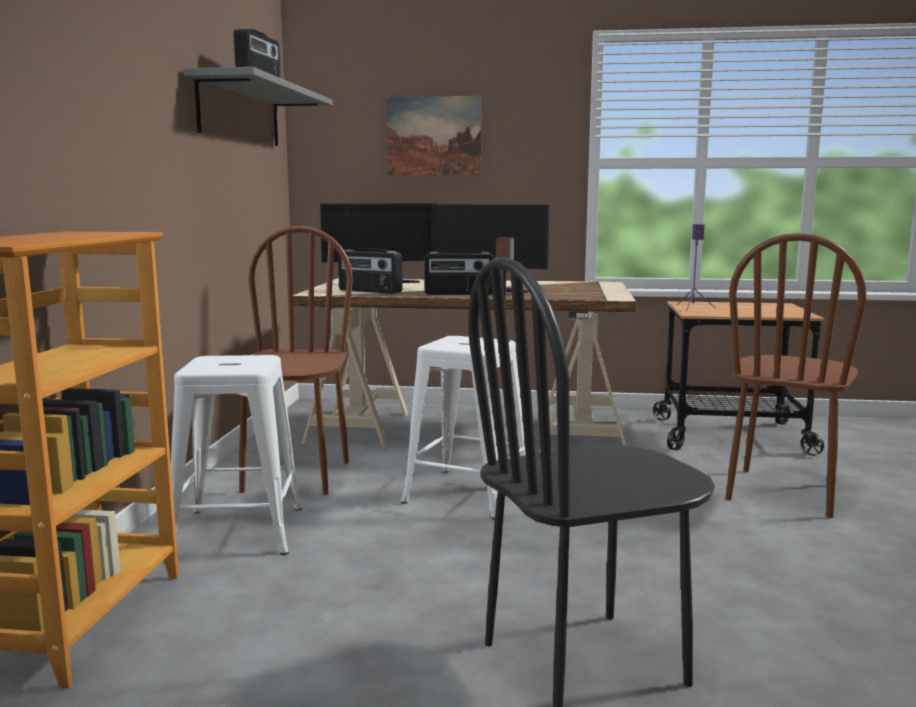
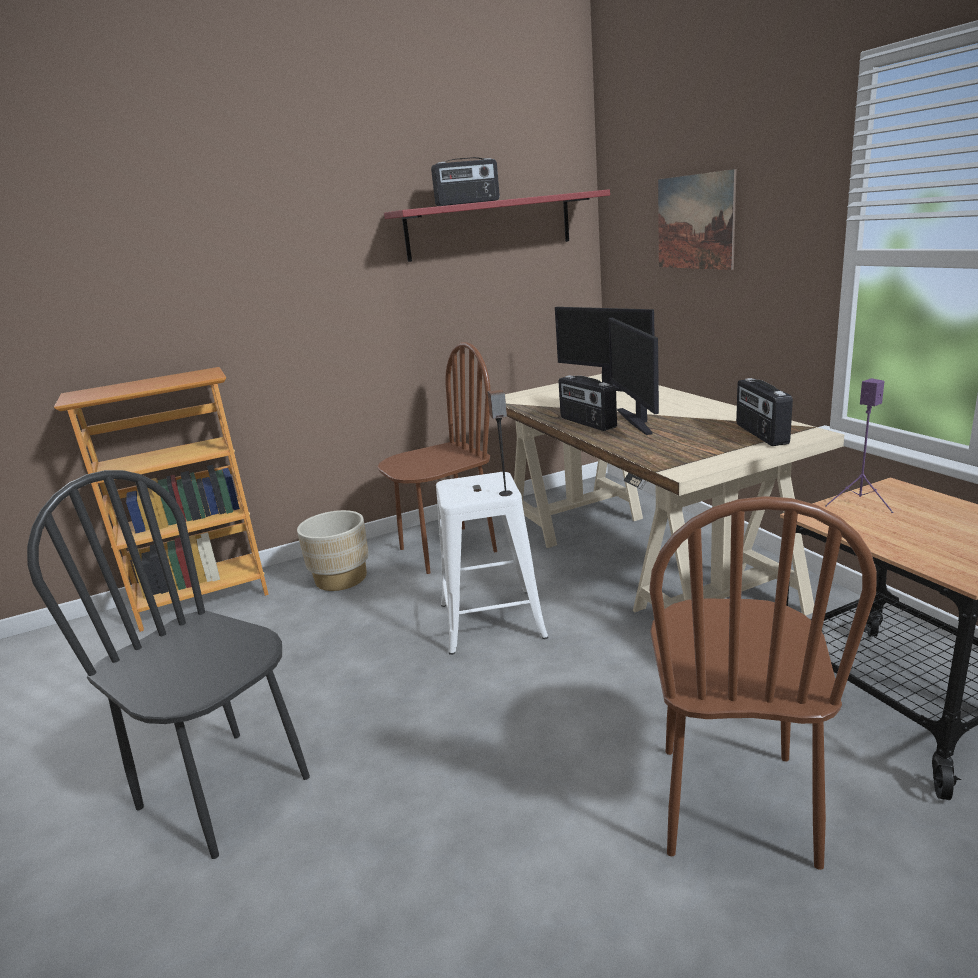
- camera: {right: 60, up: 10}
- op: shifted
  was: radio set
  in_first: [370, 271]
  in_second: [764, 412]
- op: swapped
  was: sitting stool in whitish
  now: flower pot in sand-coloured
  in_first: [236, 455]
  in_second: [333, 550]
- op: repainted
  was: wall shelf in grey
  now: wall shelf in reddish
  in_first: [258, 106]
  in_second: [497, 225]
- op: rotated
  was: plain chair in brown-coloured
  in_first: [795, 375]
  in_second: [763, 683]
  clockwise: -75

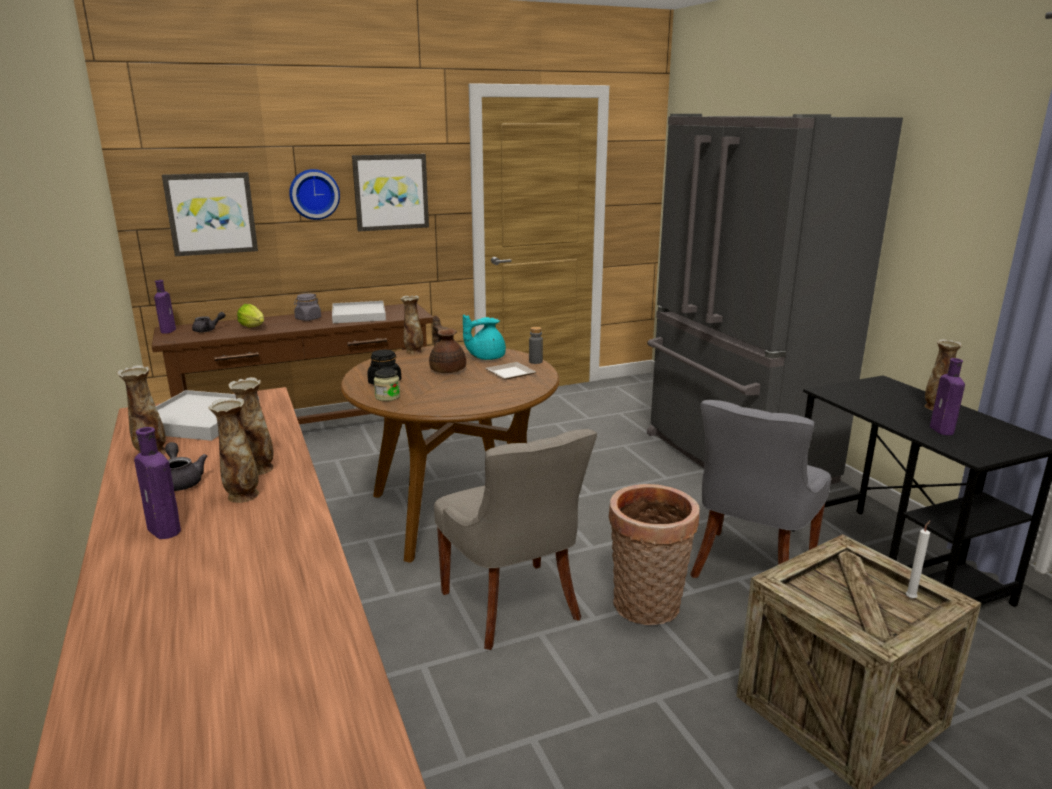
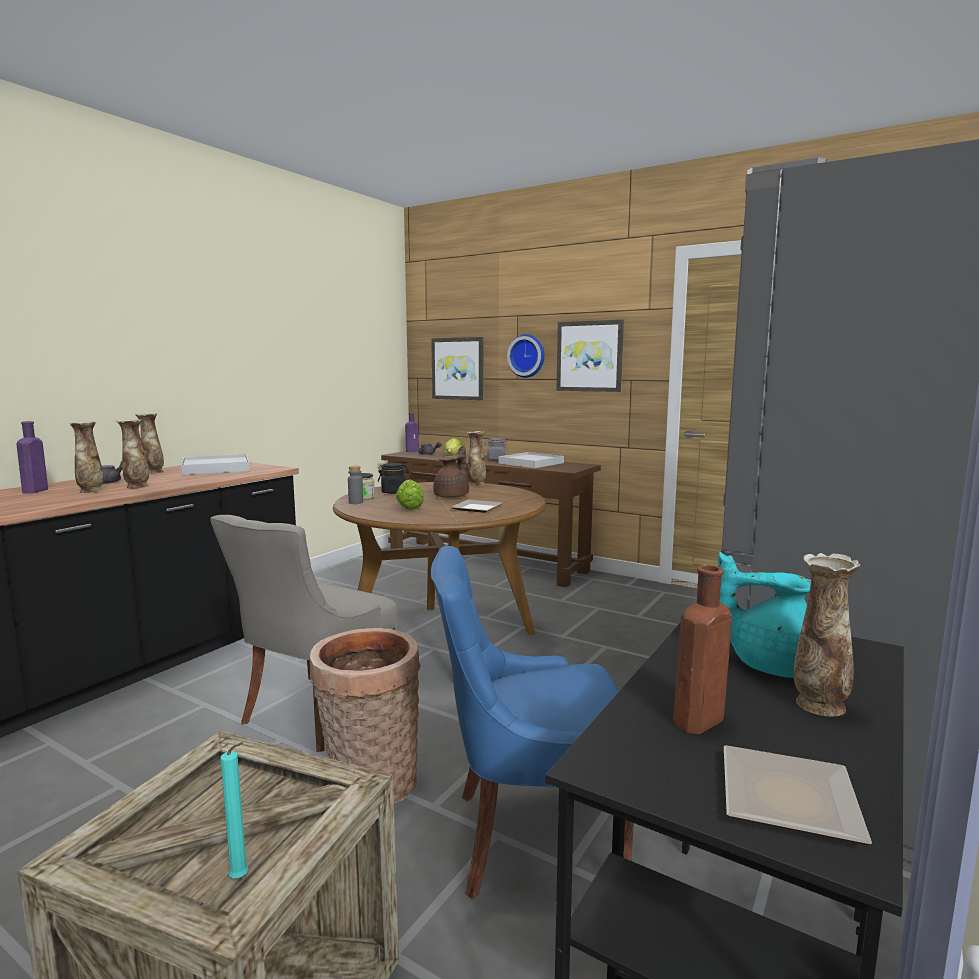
- camera: {right: 55, up: -10}
- op: new
  now: lettuce
  in_second: [410, 495]
- op: new
  now: plate
  in_second: [798, 795]
- op: shifted
  was: teapot in turquoise-coloured
  in_first: [484, 337]
  in_second: [764, 615]
- op: shifted
  was: drink bottle in grey
  in_first: [536, 345]
  in_second: [355, 485]
- op: repainted
  was: plain chair in grey
  now: plain chair in bluish
  in_first: [760, 489]
  in_second: [532, 722]
- op: repainted
  was: wax candle in whitish
  now: wax candle in turquoise-coloured
  in_first: [918, 559]
  in_second: [234, 810]
- op: repainted
  was: drink bottle in purple-coloured
  now: drink bottle in brown-coloured
  in_first: [947, 396]
  in_second: [702, 649]

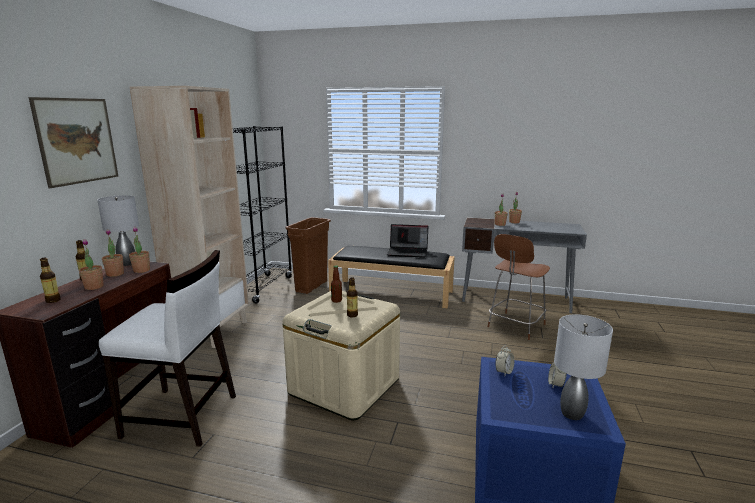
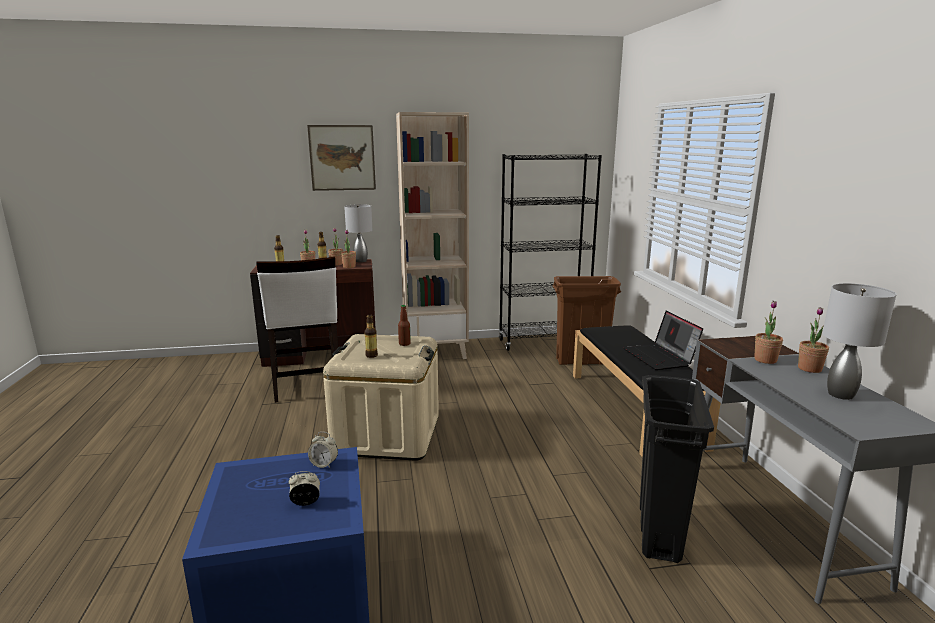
- camera: {right: 65, up: 0}
- op: shifted
  was: table lamp in grey
  in_first: [583, 367]
  in_second: [859, 341]
- op: swapped
  was: plain chair in brown-coloured
  now: waste bin in black-coloured
  in_first: [518, 287]
  in_second: [677, 469]

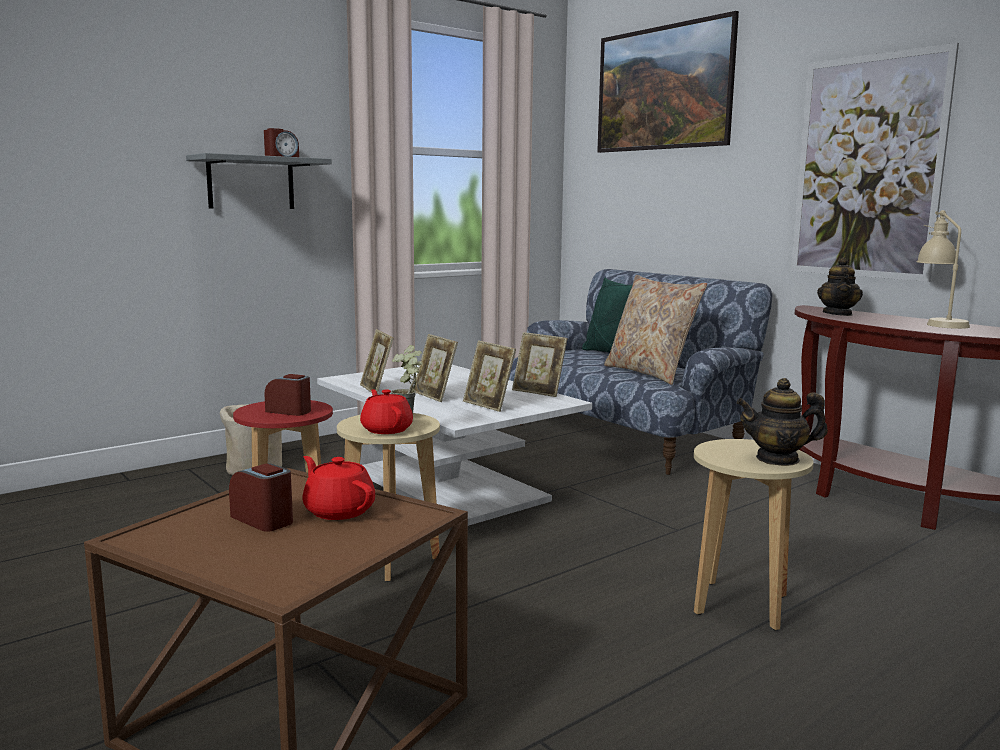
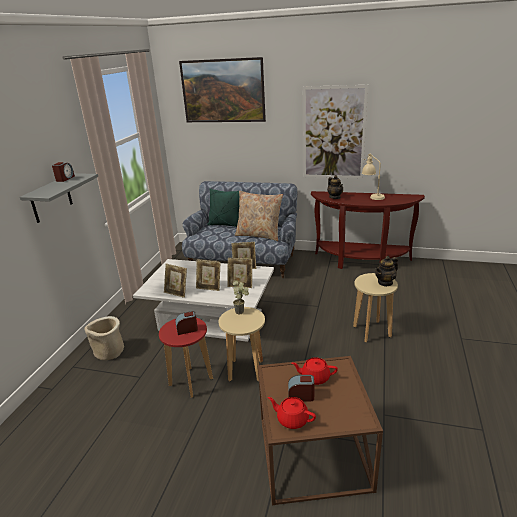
- camera: {right: -35, up: 15}
- op: shifted
  was: teapot in reddish
  in_first: [386, 411]
  in_second: [292, 413]

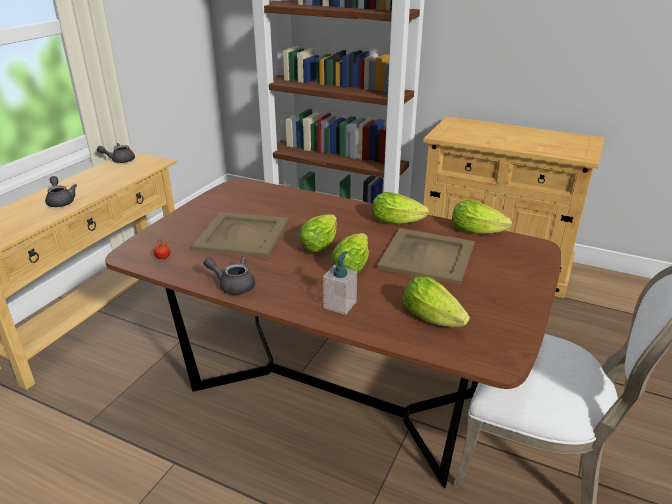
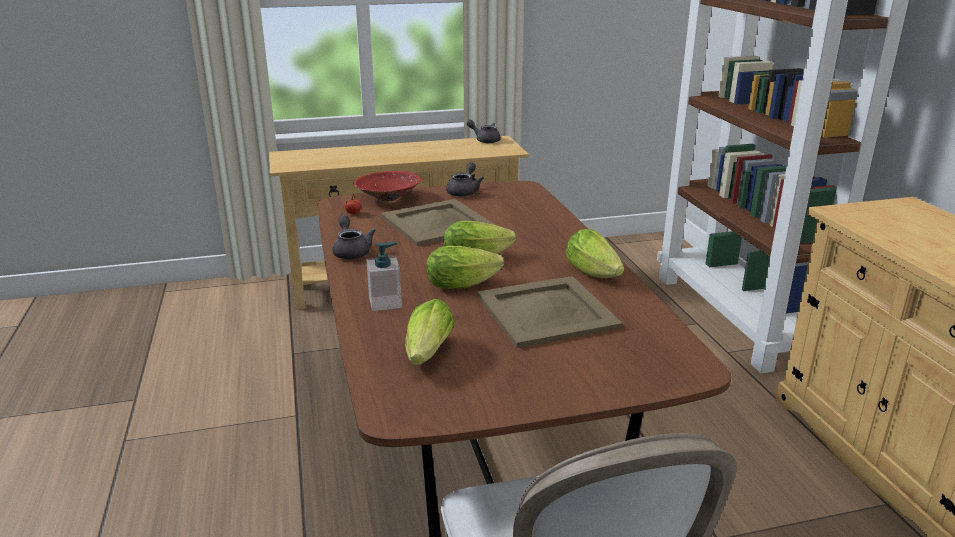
- camera: {right: 50, up: -5}
- op: gone
  was: lettuce
  in_first: [482, 217]
- op: new
  now: bowl in reddish
  in_second: [387, 186]
- op: shifted
  was: teapot in grey
  in_first: [61, 191]
  in_second: [465, 179]

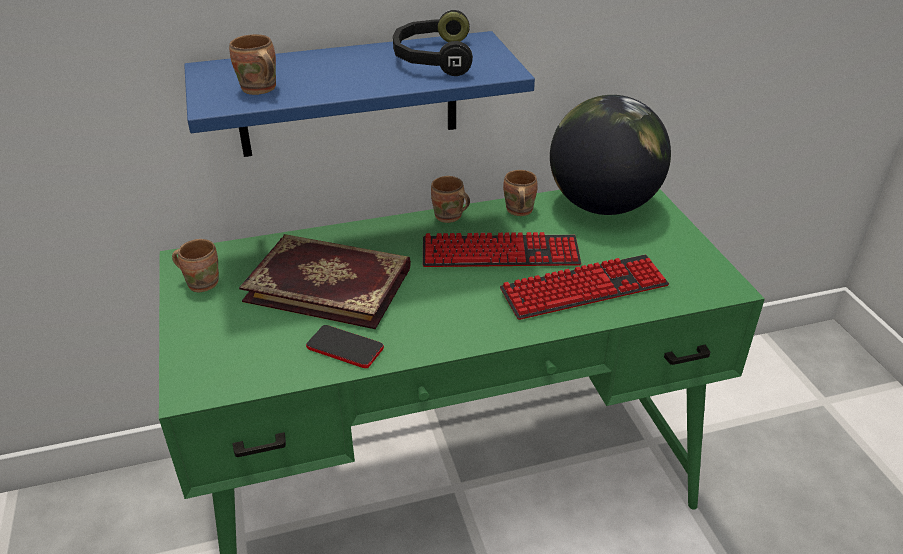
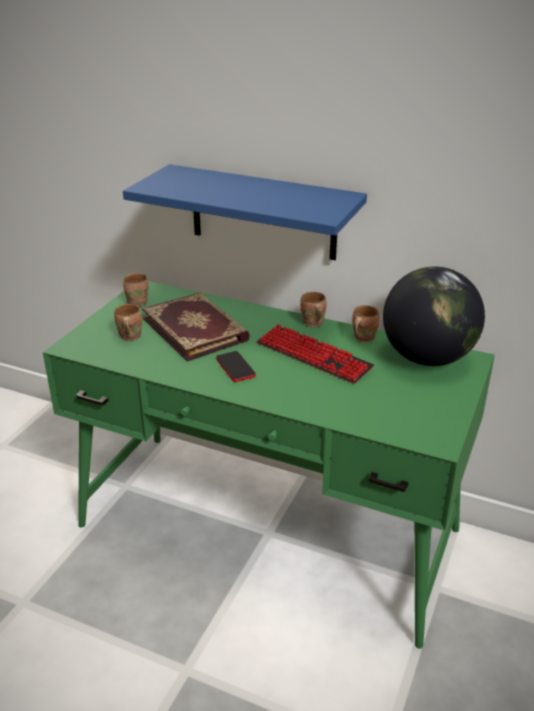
- camera: {right: 40, up: -5}
- op: gone
  was: headphones in black-coloured
  in_first: [433, 43]
- op: gone
  was: keyboard
  in_first: [584, 287]
- op: shifted
  was: tea mug in brown-coloured
  in_first: [252, 64]
  in_second: [128, 322]
- op: shifted
  was: phone
  in_first: [345, 346]
  in_second: [236, 366]

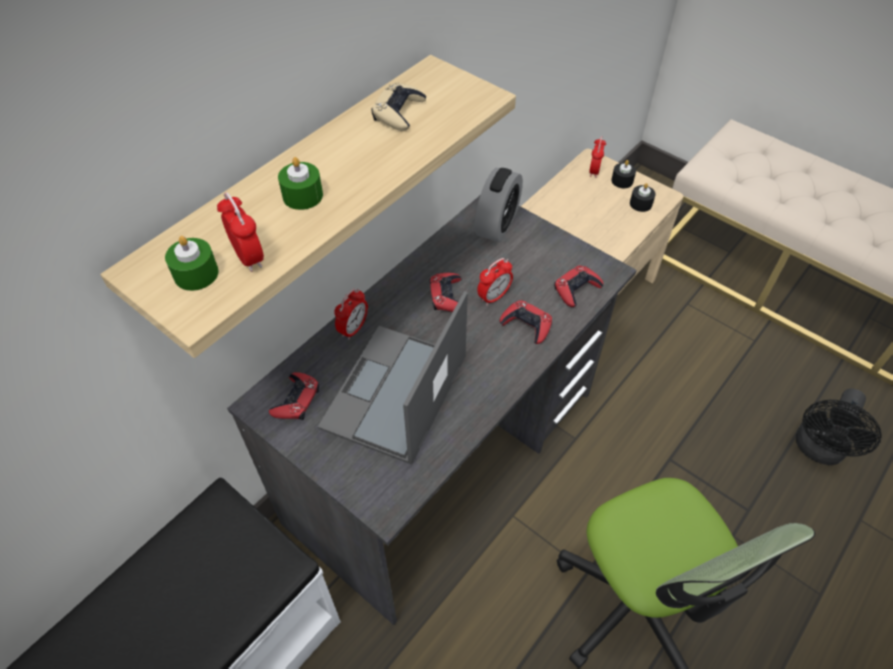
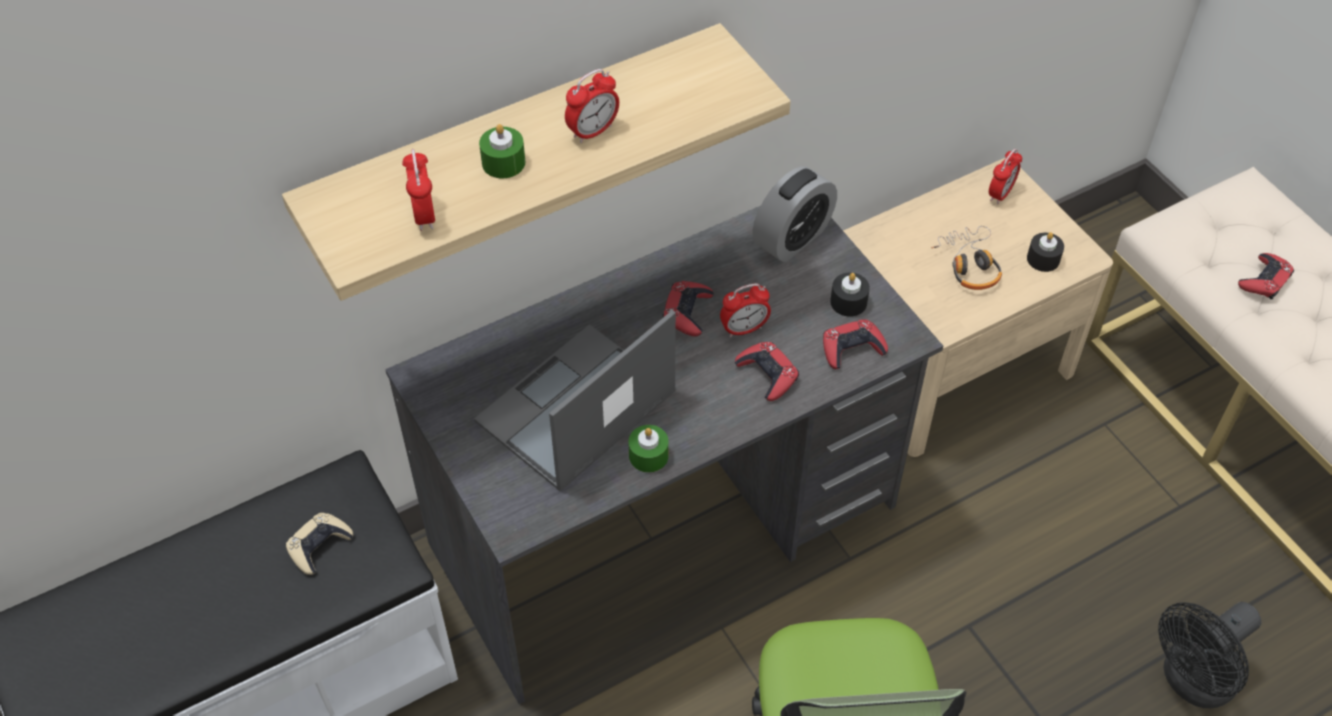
- camera: {right: 20, up: 0}
- op: new
  now: headphones
  in_second: [966, 258]
- op: shifted
  was: wax candle in green
  in_first: [192, 263]
  in_second: [648, 449]
- op: shifted
  was: gamepad in reddish
  in_first: [294, 396]
  in_second: [1266, 276]
- op: shifted
  was: bedside clock
  in_first: [351, 314]
  in_second: [592, 106]
- op: shifted
  was: gamepad in sand-coloured
  in_first: [398, 106]
  in_second: [319, 544]
- op: shifted
  was: wax candle in black-coloured
  in_first: [623, 174]
  in_second: [850, 295]

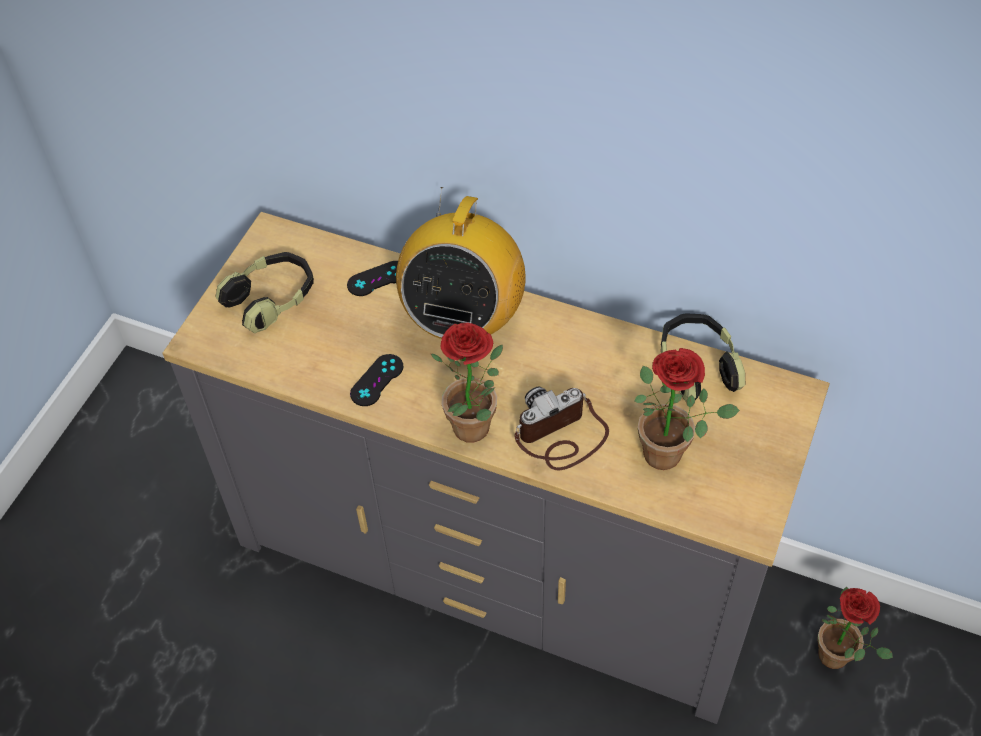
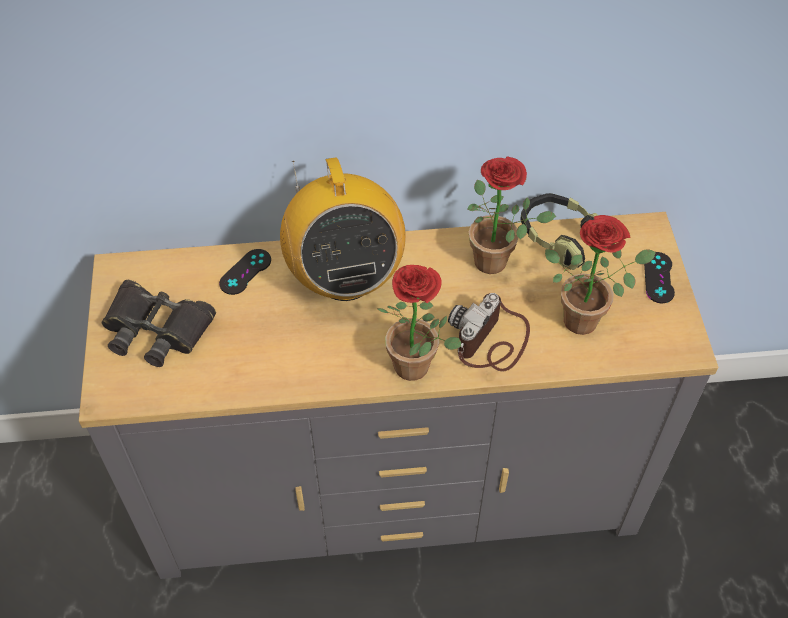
- camera: {right: -30, up: 0}
- op: shifted
  was: gamepad in black-coloured
  in_first: [376, 380]
  in_second: [659, 277]
- op: shifted
  was: potted plant
  in_first: [855, 628]
  in_second: [511, 215]
- op: swapped
  was: headphones
  now: pair of binoculars in black-coloured
  in_first: [264, 292]
  in_second: [159, 323]

